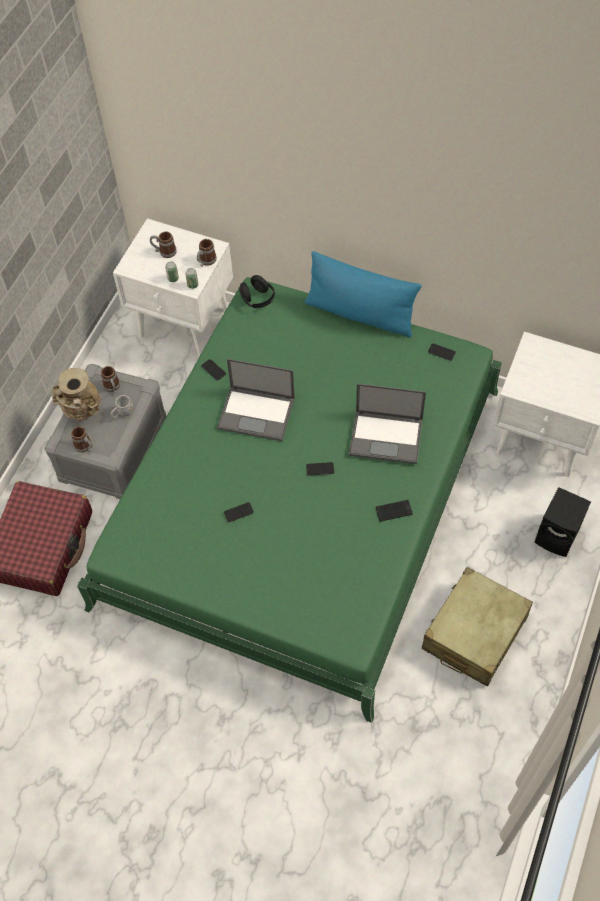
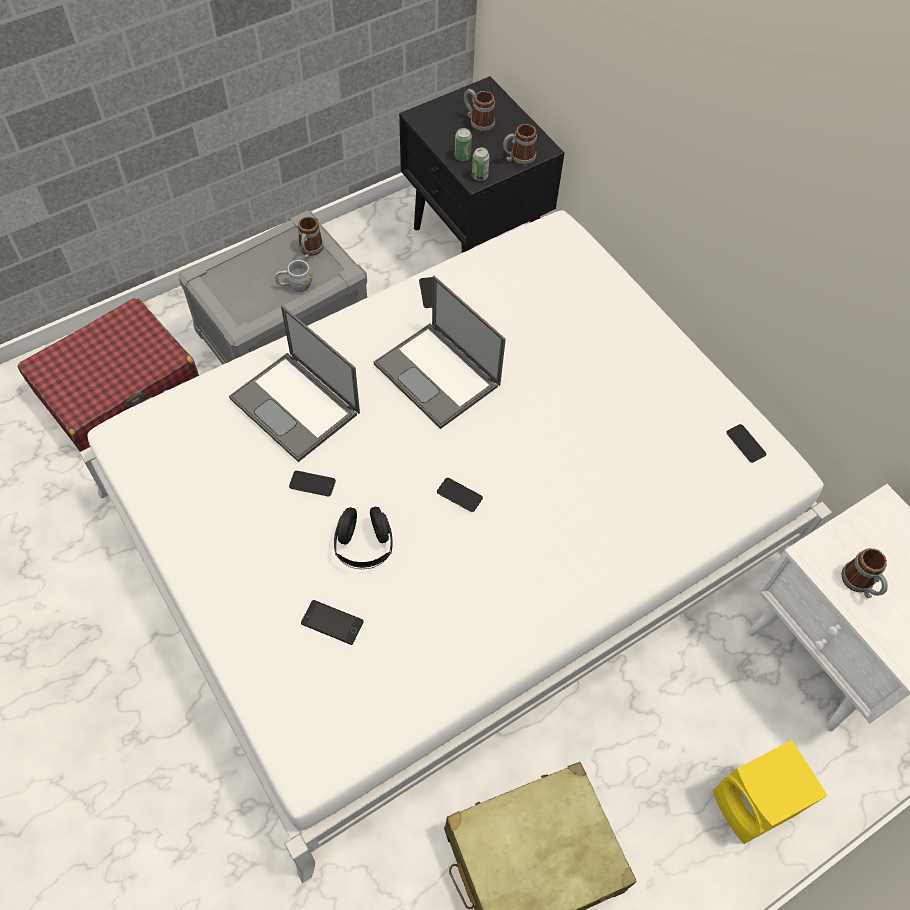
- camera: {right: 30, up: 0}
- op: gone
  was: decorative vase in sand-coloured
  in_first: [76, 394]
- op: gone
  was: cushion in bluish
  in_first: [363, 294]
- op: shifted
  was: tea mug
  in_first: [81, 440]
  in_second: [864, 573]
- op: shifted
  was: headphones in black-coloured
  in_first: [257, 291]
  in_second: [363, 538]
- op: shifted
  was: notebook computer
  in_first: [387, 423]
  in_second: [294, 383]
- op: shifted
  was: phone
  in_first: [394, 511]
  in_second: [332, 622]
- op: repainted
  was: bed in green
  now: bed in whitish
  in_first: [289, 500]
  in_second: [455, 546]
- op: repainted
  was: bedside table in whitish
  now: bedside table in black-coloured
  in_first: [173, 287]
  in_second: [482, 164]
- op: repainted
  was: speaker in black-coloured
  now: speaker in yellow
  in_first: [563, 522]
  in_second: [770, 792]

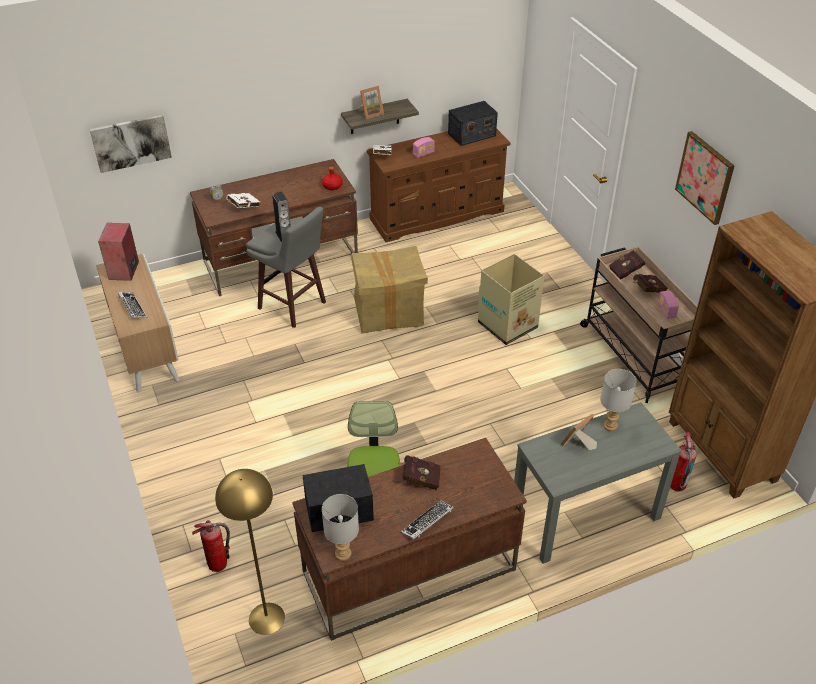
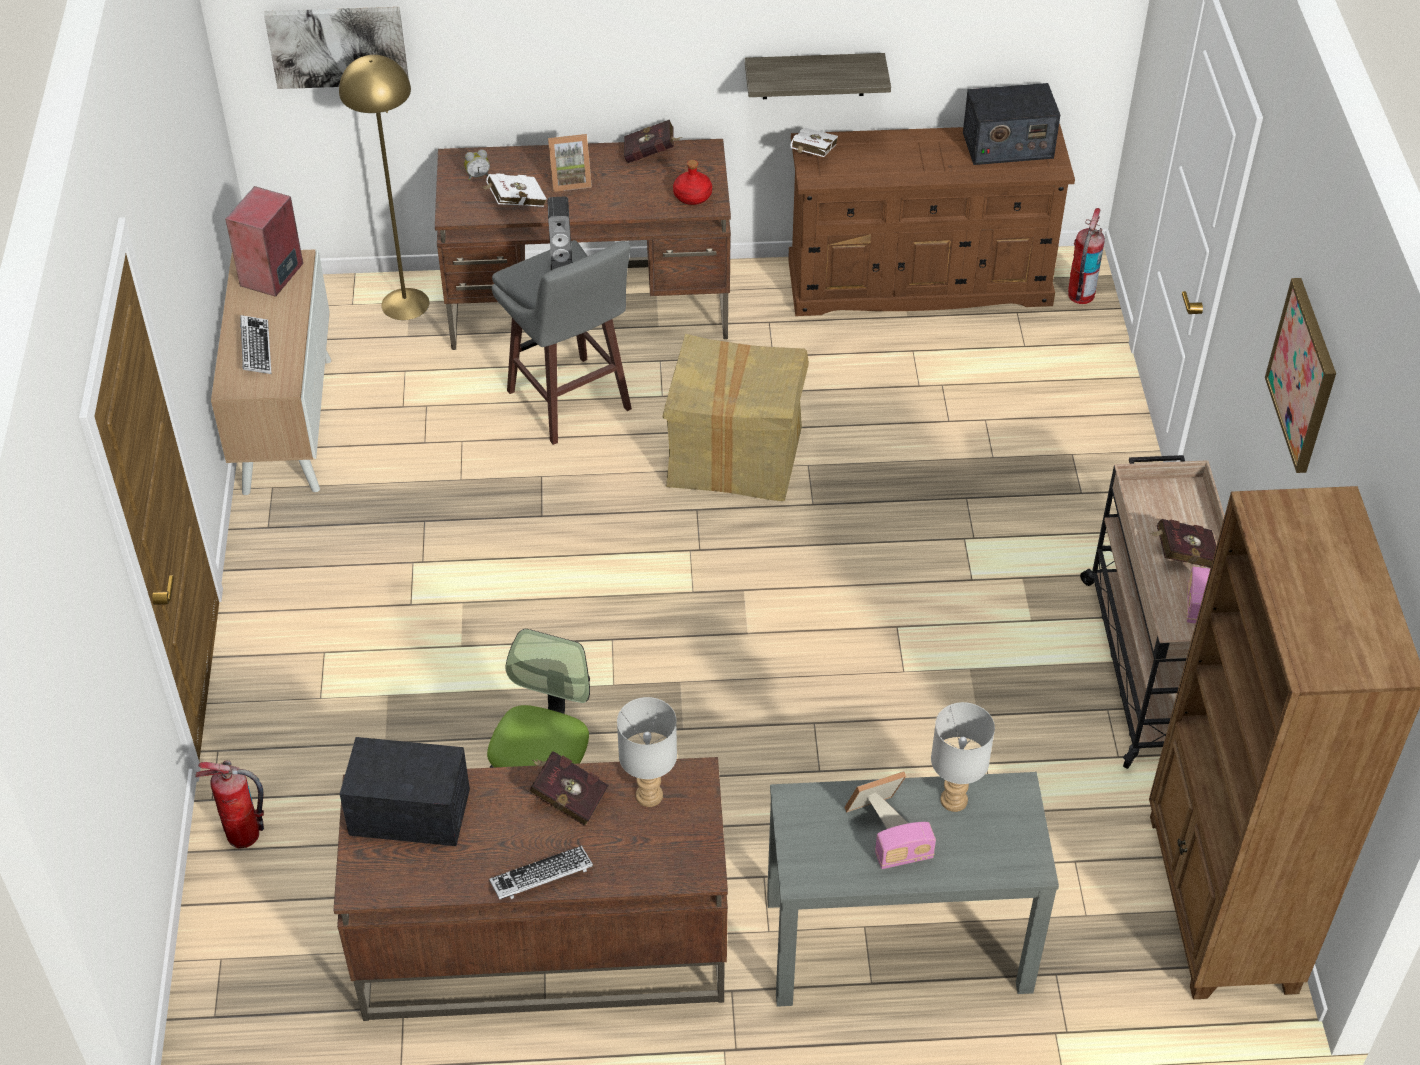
- camera: {right: 20, up: 5}
- op: gone
  was: carton
  in_first: [511, 299]
- op: shifted
  was: standard lamp in yellow
  in_first: [250, 552]
  in_second: [384, 187]
- op: shifted
  was: table lamp in grey
  in_first: [340, 527]
  in_second: [647, 752]
- op: shifted
  was: standing frame
  in_first: [371, 102]
  in_second: [570, 163]
- op: shifted
  was: radio set
  in_first: [424, 147]
  in_second: [905, 845]
- op: shifted
  was: bound book in reddish
  in_first: [628, 265]
  in_second: [653, 141]
- op: shifted
  was: fire extinguisher
  in_first: [683, 462]
  in_second: [1086, 256]

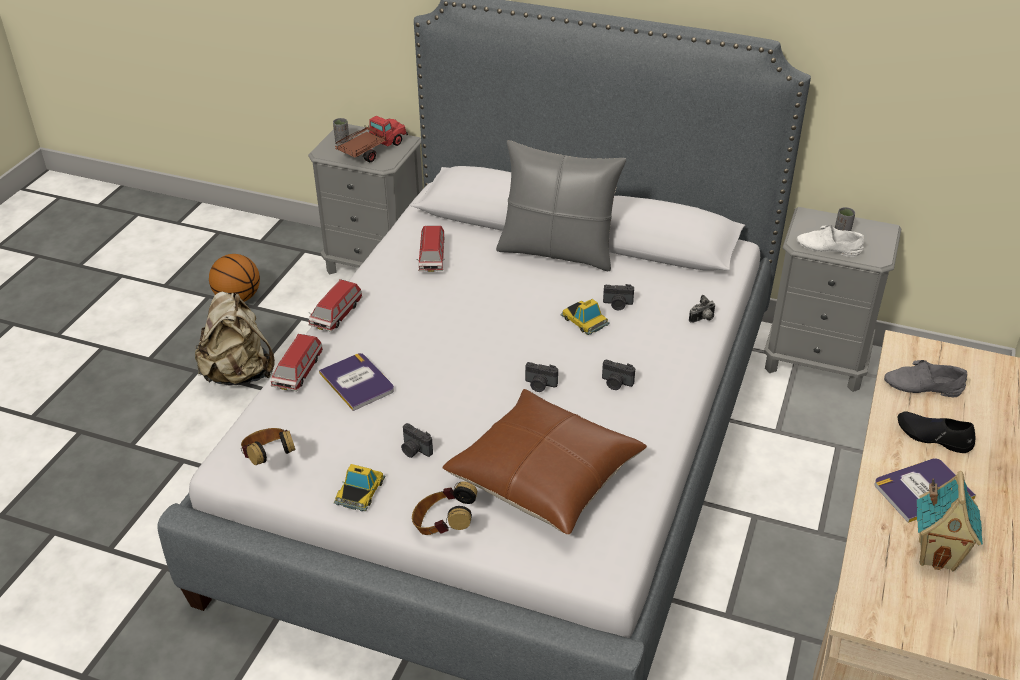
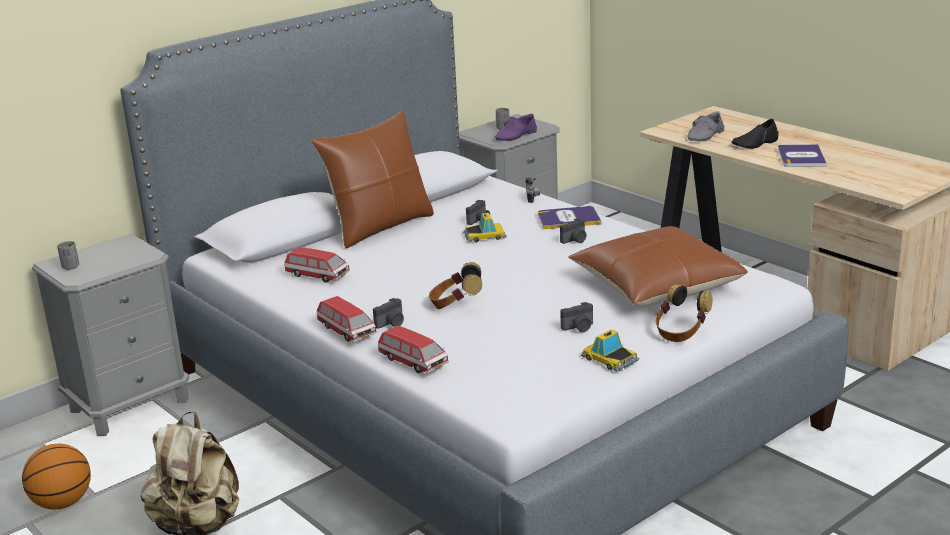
- camera: {right: -60, up: -15}
- op: gone
  was: model truck
  in_first: [371, 139]
- op: gone
  was: model house
  in_first: [950, 521]
- op: shifted
  was: headphones
  in_first: [268, 446]
  in_second: [455, 285]
- op: shifted
  was: bound book
  in_first: [356, 382]
  in_second: [570, 217]
- op: shifted
  was: still camera
  in_first: [541, 377]
  in_second: [388, 313]
- op: repainted
  was: cushion in grey
  now: cushion in brown-coloured
  in_first: [561, 205]
  in_second: [372, 179]
- op: repainted
  was: item of footwear in whitish
  now: item of footwear in purple-coloured
  in_first: [830, 241]
  in_second: [516, 127]

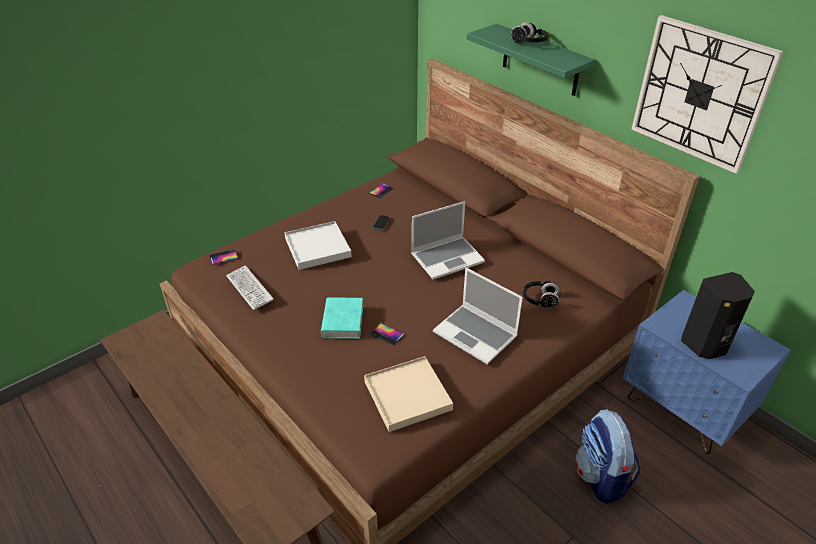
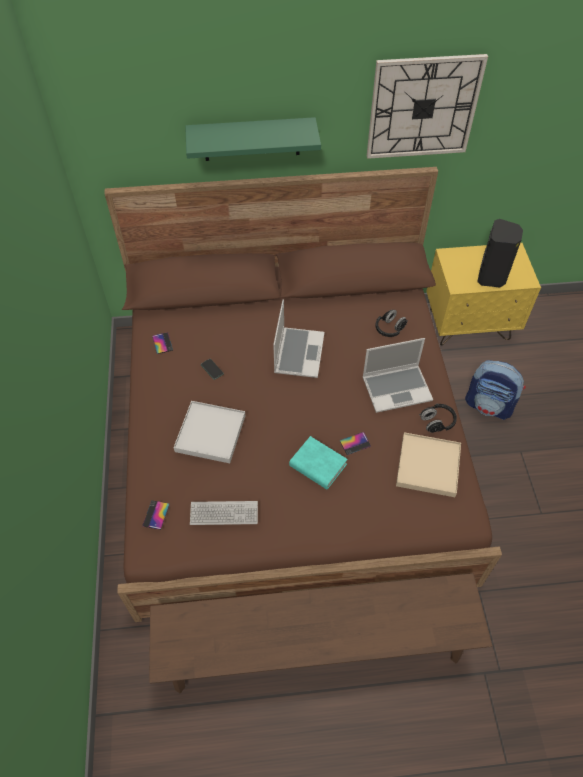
- camera: {right: -55, up: 15}
- op: shifted
  was: headphones in black-coloured
  in_first: [529, 33]
  in_second: [438, 418]
- op: repainted
  was: bedside table in bluish
  now: bedside table in yellow
  in_first: [707, 372]
  in_second: [483, 294]

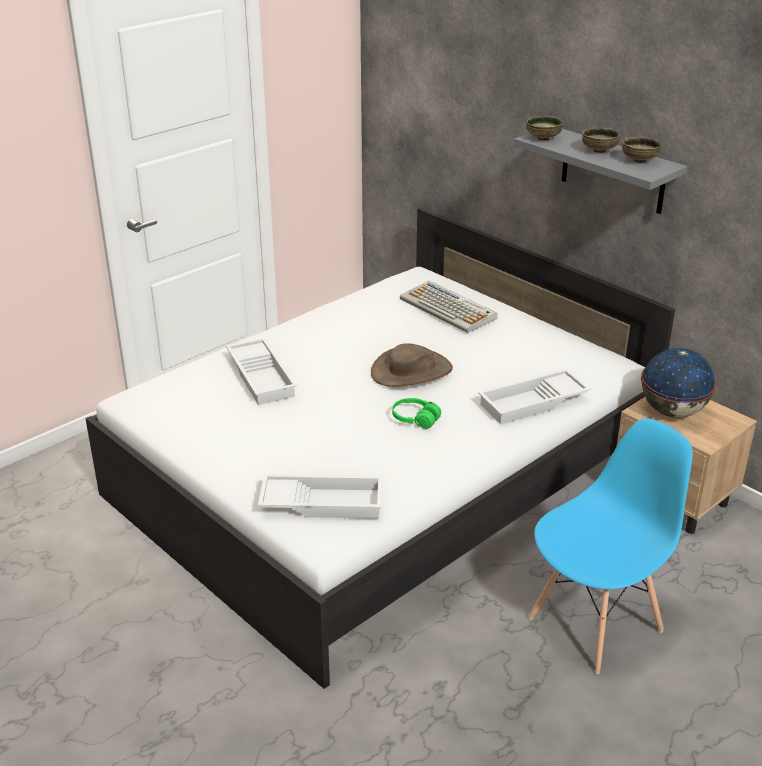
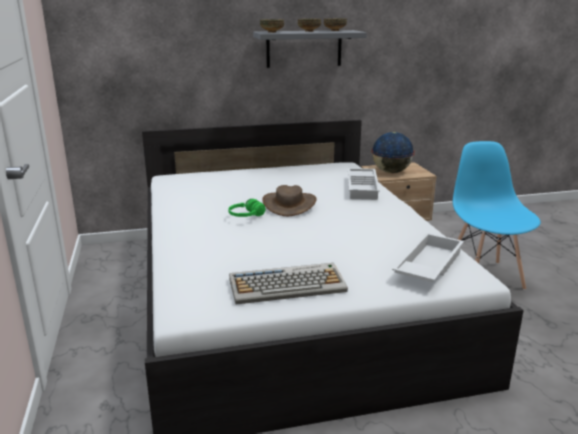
- camera: {right: -60, up: -10}
- op: gone
  was: serving tray in whitish
  in_first: [261, 371]
- op: shifted
  was: headphones in green
  in_first: [416, 413]
  in_second: [247, 208]
- op: shifted
  was: keyboard
  in_first: [448, 307]
  in_second: [288, 284]

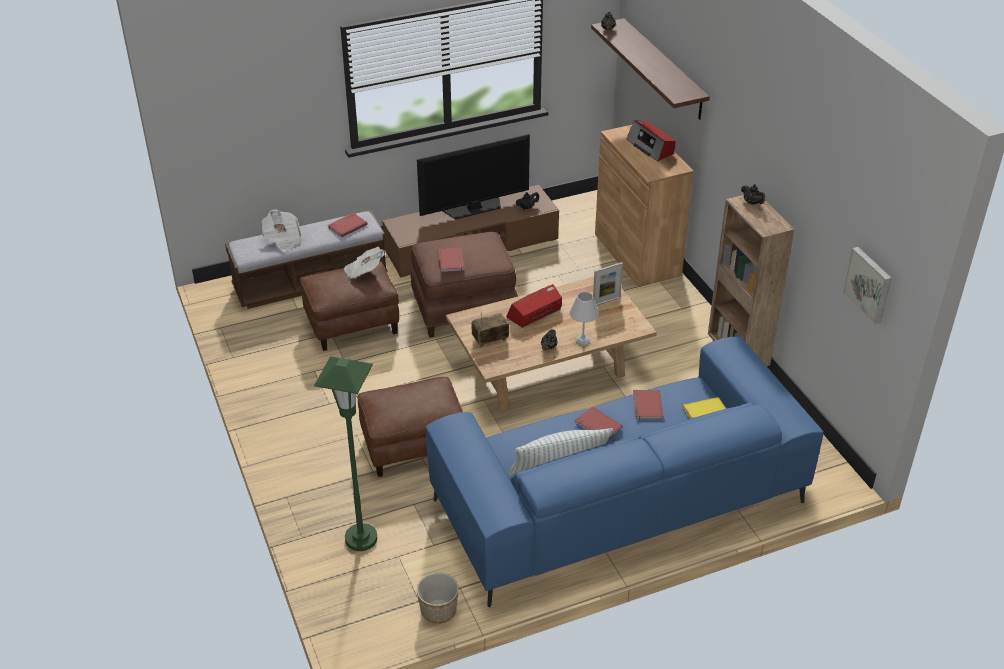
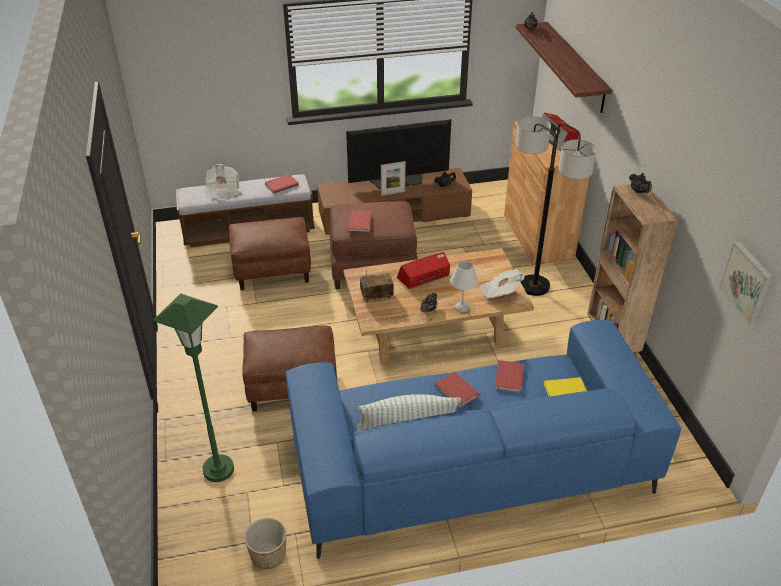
- camera: {right: 10, up: 0}
- op: new
  now: standard lamp
  in_second: [556, 206]
- op: shifted
  was: printed paper
  in_first: [364, 263]
  in_second: [502, 284]
- op: shifted
  was: standing frame
  in_first: [608, 284]
  in_second: [393, 178]

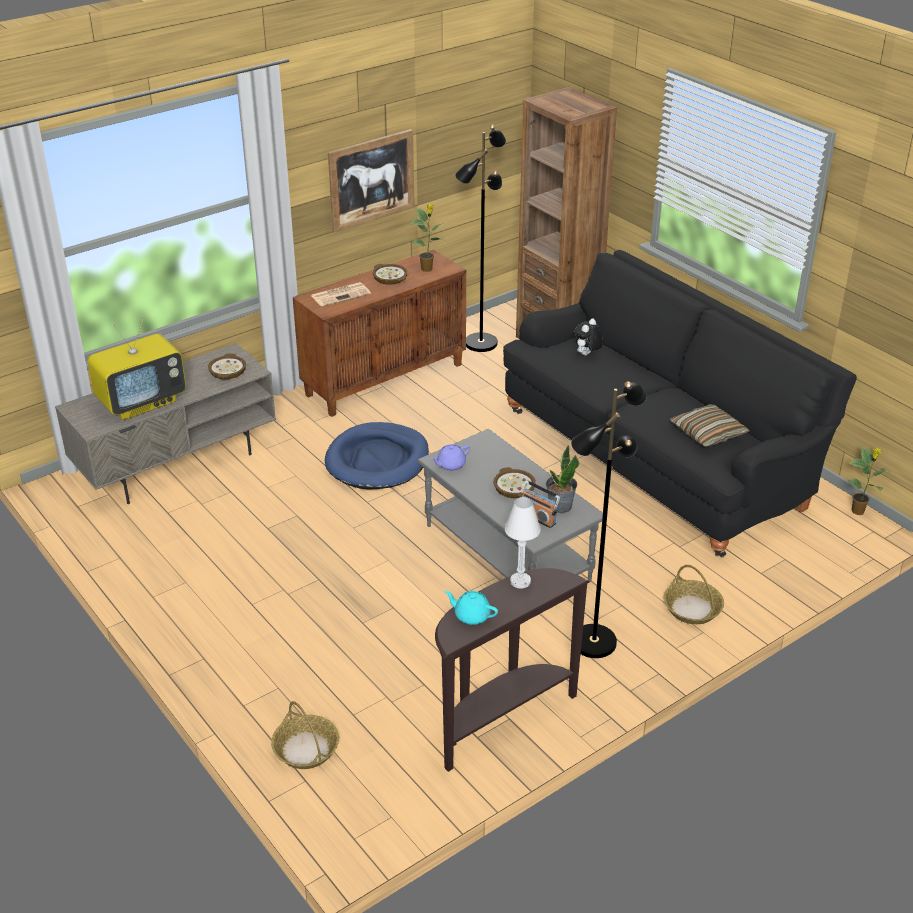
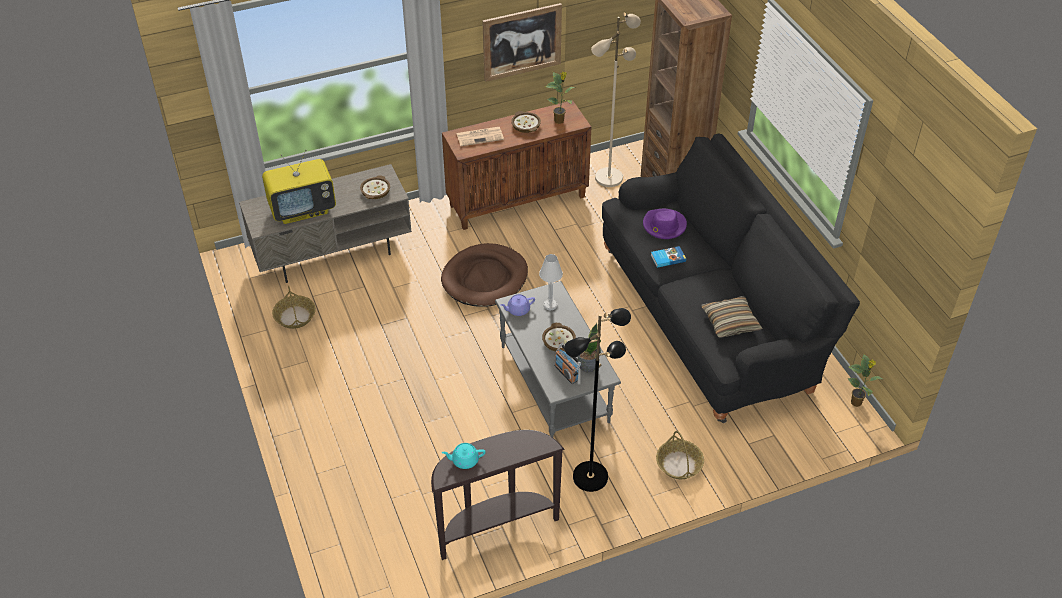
- camera: {right: 15, up: 10}
- op: new
  now: bound book
  in_second: [668, 257]
- op: shifted
  was: storage basket
  in_first: [305, 735]
  in_second: [294, 307]
- op: shifted
  was: table lamp in whitish
  in_first: [523, 542]
  in_second: [551, 282]
- op: swapped
  was: soft toy
  now: wearable hat in purple-coloured
  in_first: [588, 337]
  in_second: [665, 224]
- op: repainted
  was: dog cushion in bluish
  now: dog cushion in brown-coloured
  in_first: [377, 455]
  in_second: [484, 275]
- op: repainted
  was: standard lamp in black-coloured
  now: standard lamp in sand-coloured
  in_first: [480, 238]
  in_second: [616, 100]
- op: rotated
  was: teapot in turquoise-coloured
  in_first: [471, 608]
  in_second: [464, 456]
  clockwise: -45

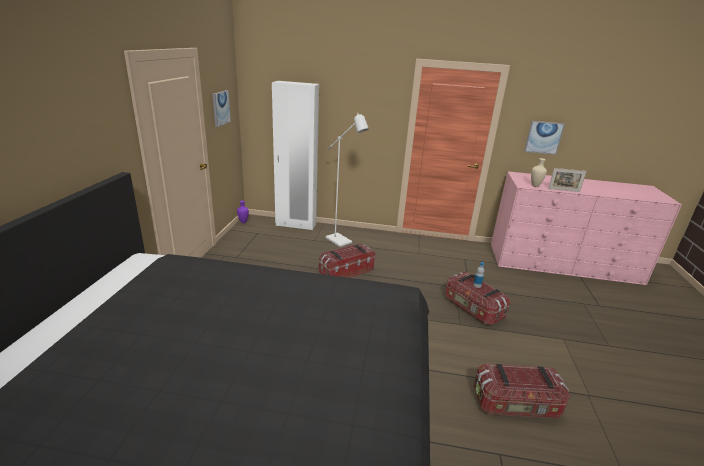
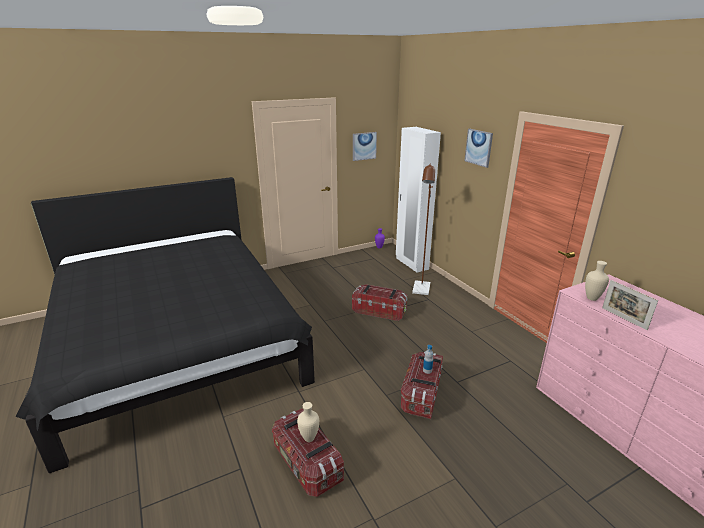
- camera: {right: 55, up: 0}
- op: new
  now: decorative vase in sand-coloured
  in_second: [308, 422]
- op: shifted
  was: wall picture
  in_first: [544, 138]
  in_second: [478, 148]
- op: repainted
  was: standard lamp in whitish
  now: standard lamp in brown-coloured
  in_first: [347, 180]
  in_second: [423, 229]

